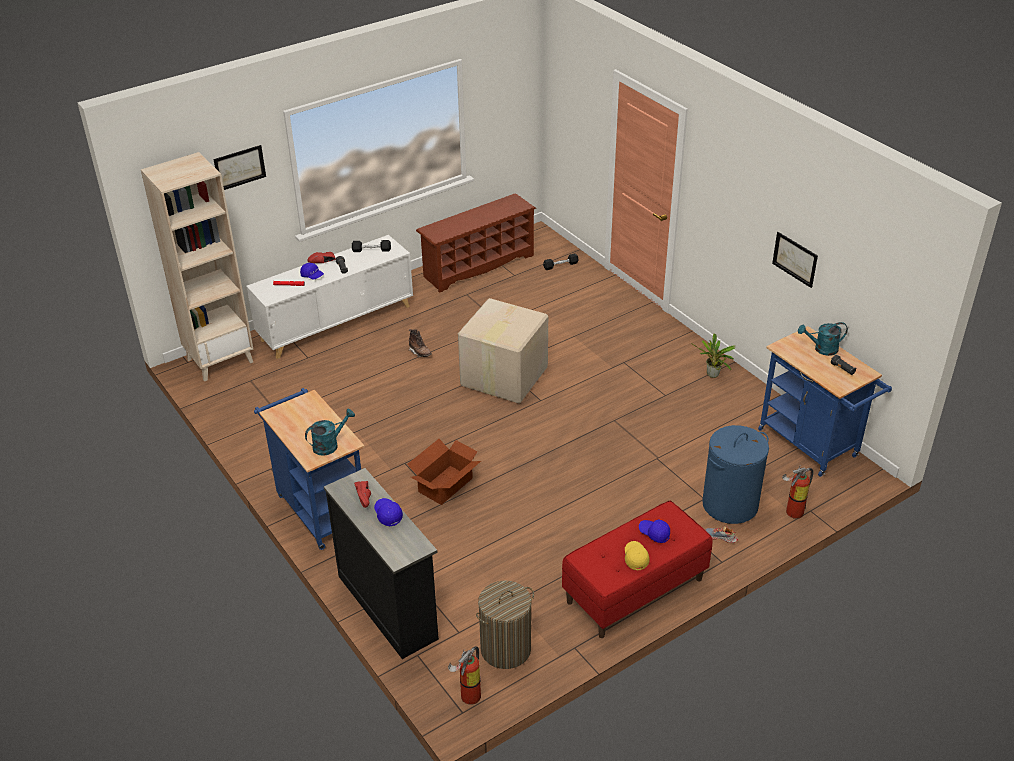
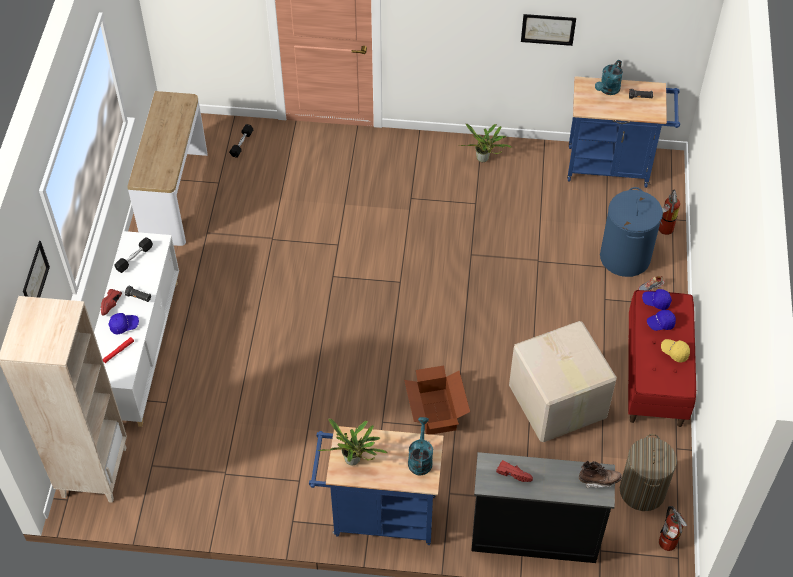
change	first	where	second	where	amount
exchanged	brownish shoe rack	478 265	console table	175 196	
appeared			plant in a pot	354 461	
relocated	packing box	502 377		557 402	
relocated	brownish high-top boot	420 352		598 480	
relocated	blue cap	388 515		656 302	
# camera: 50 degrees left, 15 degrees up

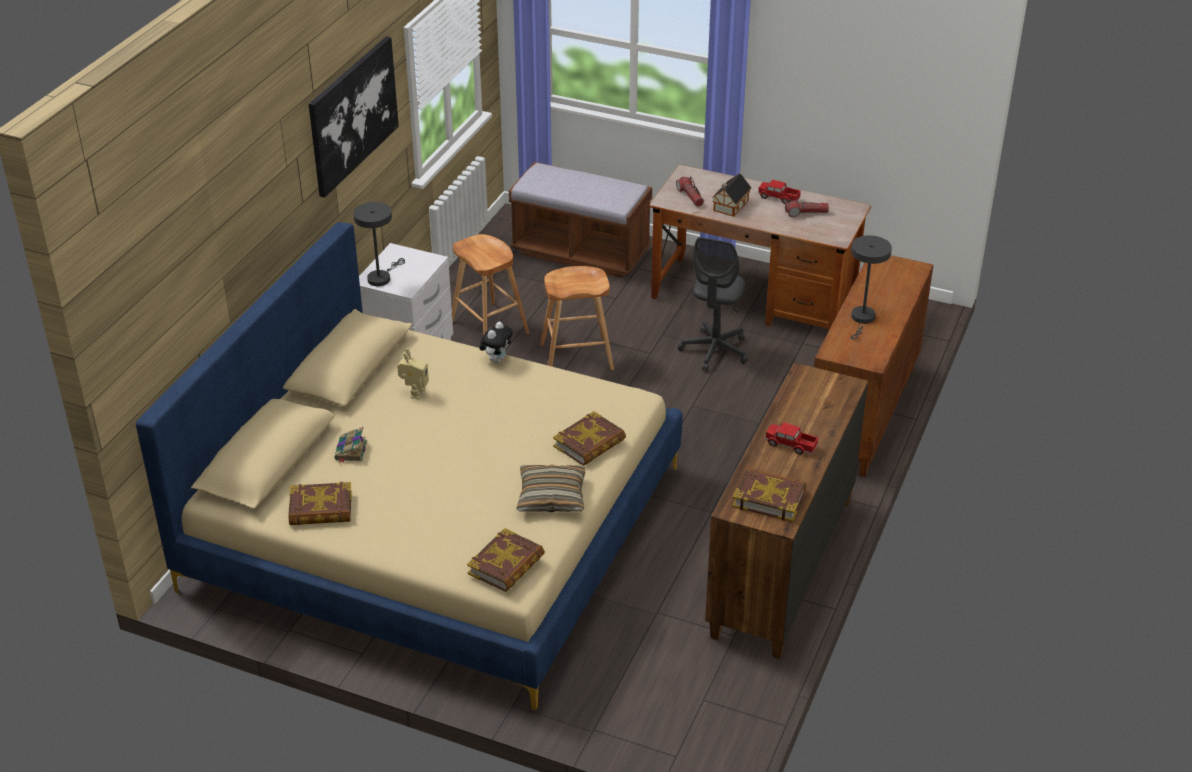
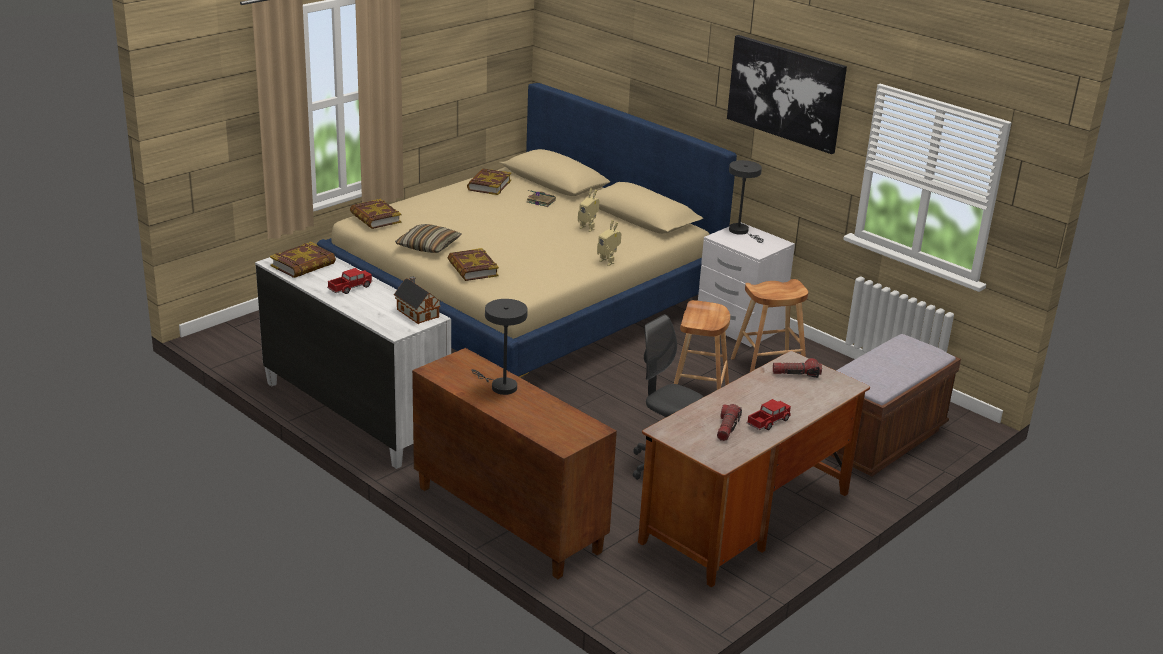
change	first	where	second	where	amount
colour	brownish chest of drawers	781 567	white-coloured chest of drawers	354 412	
relocated	miniature house	729 206		417 312	
exchanged	soft toy	497 359	toy robot	608 261	
# camera: 110 degrees right, 10 degrees down

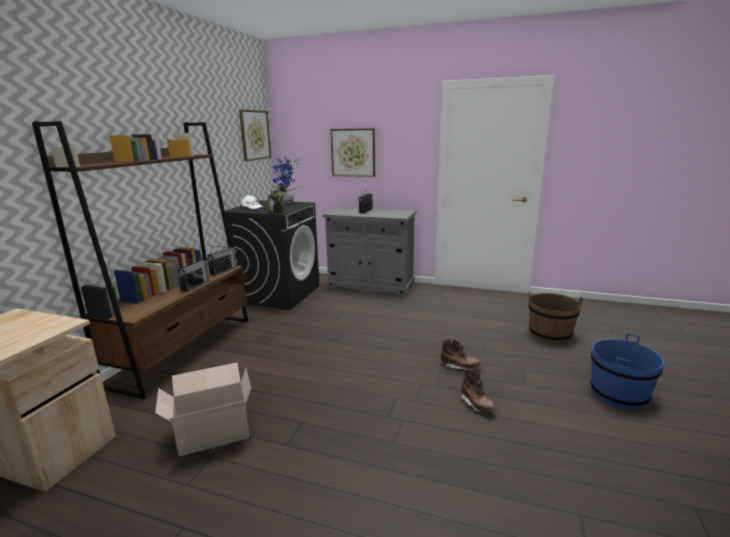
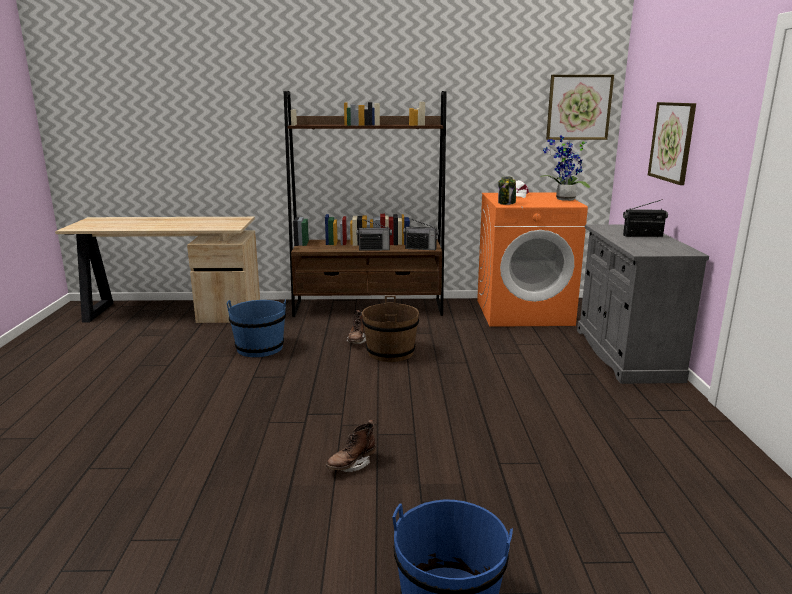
change	first	where	second	where	amount
exchanged	packing box	211 433	blue water bucket	260 348	
relocated	brownish high-top boot	459 367		356 341	
relocated	brownish water bucket	550 334		390 352	
colour	black laundry machine	278 294	orange-coloured laundry machine	524 312	
# camera: 70 degrees right, 0 degrees up

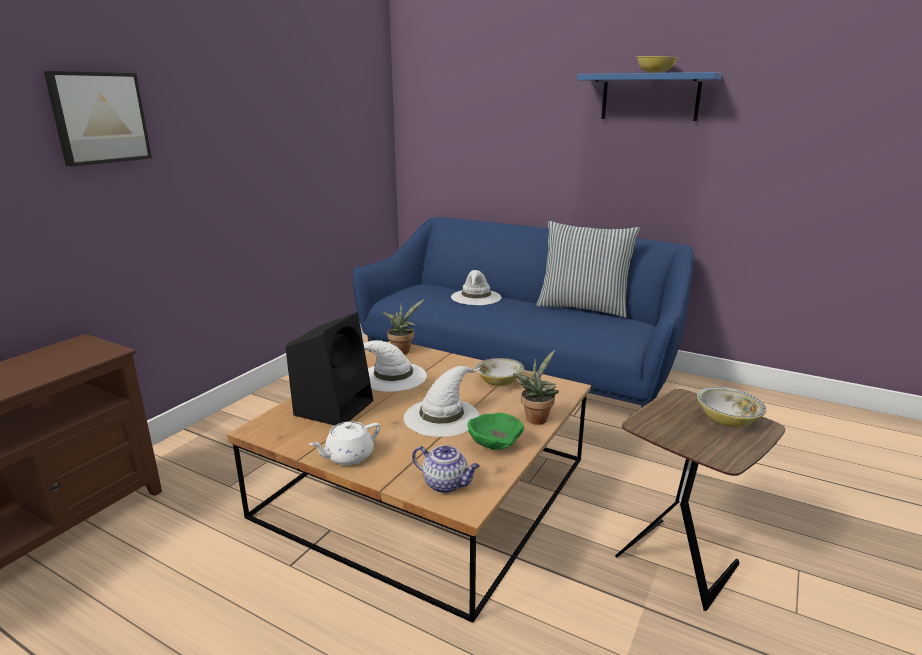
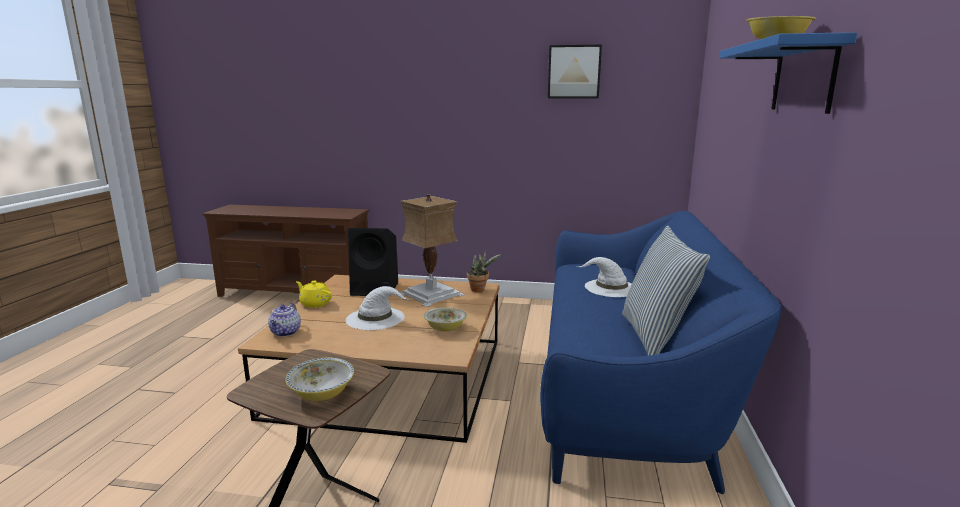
change	first	where	second	where	amount
colour	white-coloured tea pot	348 456	yellowish tea pot	315 303	
exchanged	white-coloured clothing hat	392 377	tabletop lamp	430 294	
relocated	wall art	99 118		574 72	
missing	green-coloured serving bowl	494 445			
missing	plant in a pot	536 417			
# camera: 70 degrees right, 5 degrees down

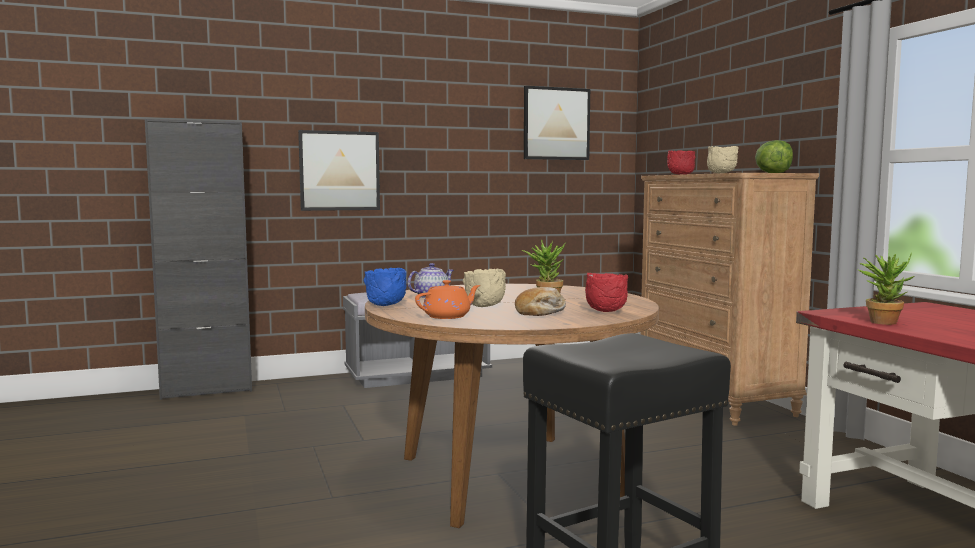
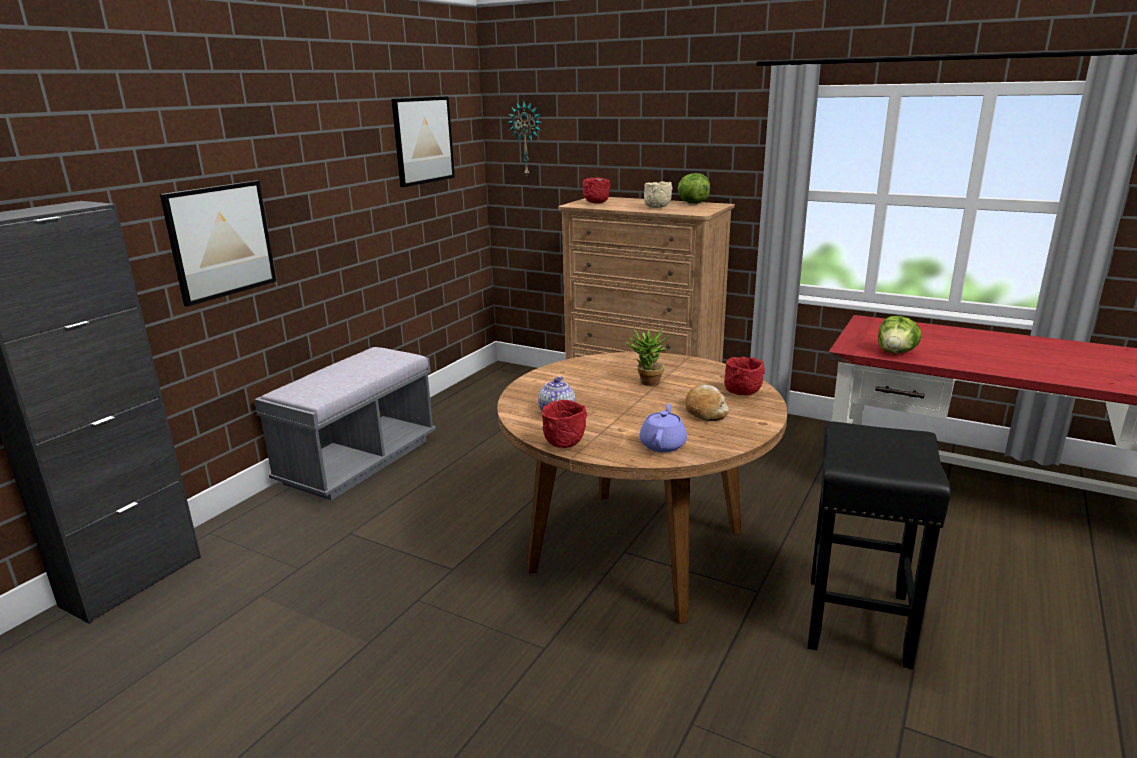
change	first	where	second	where	amount
appeared			clock on the wall	527 139	
colour	blue serving bowl	387 305	red serving bowl	565 444	
colour	orange-coloured tea pot	448 316	purplish tea pot	663 444	
exchanged	plant in a pot	883 321	lettuce head	896 352	
missing	sand-coloured serving bowl	485 307			
# camera: 40 degrees left, 15 degrees up

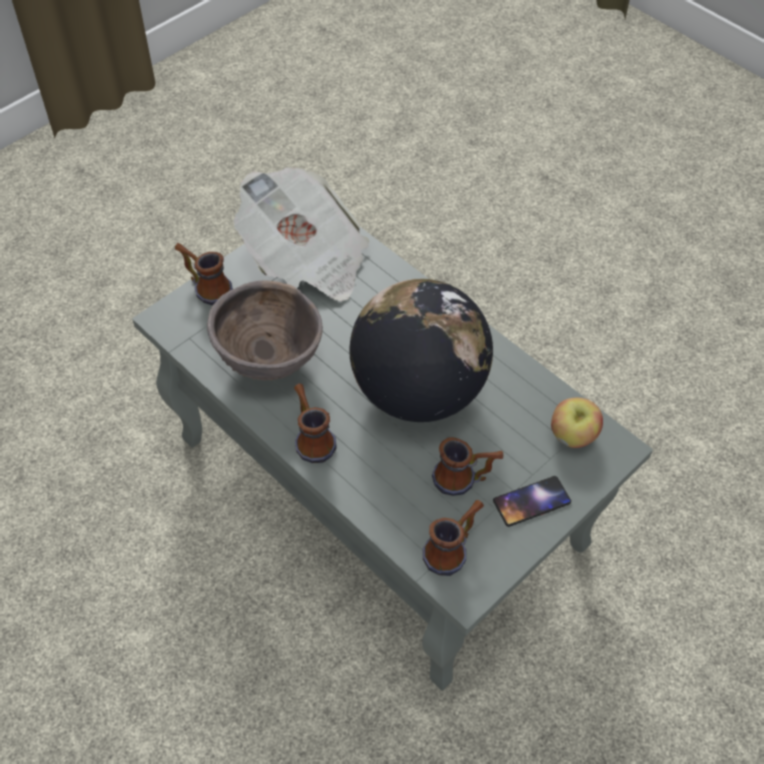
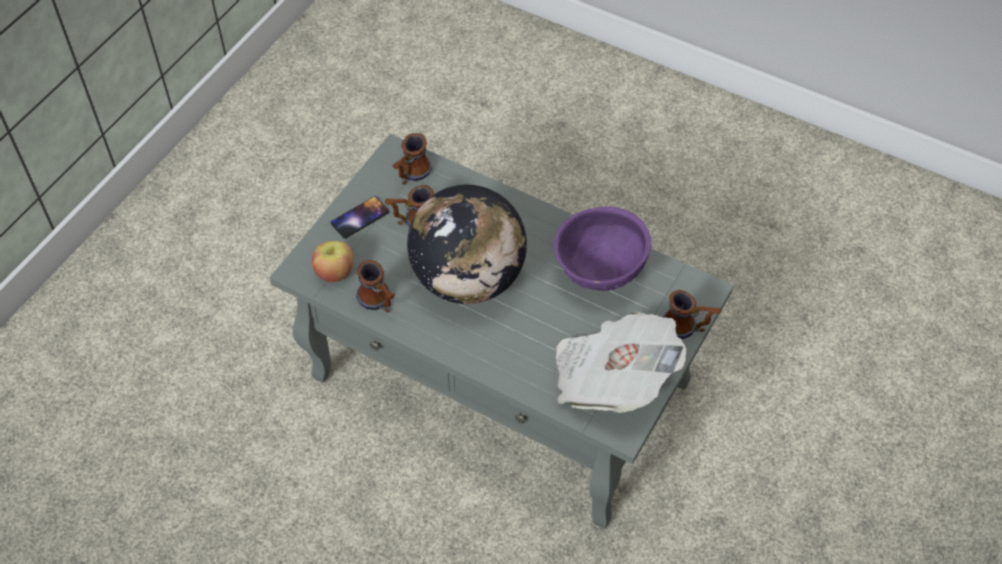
change	first	where	second	where	amount
relocated	mug	311 437		379 303	
colour	brownish serving bowl	269 361	purplish serving bowl	599 275	
# camera: 165 degrees right, 0 degrees up

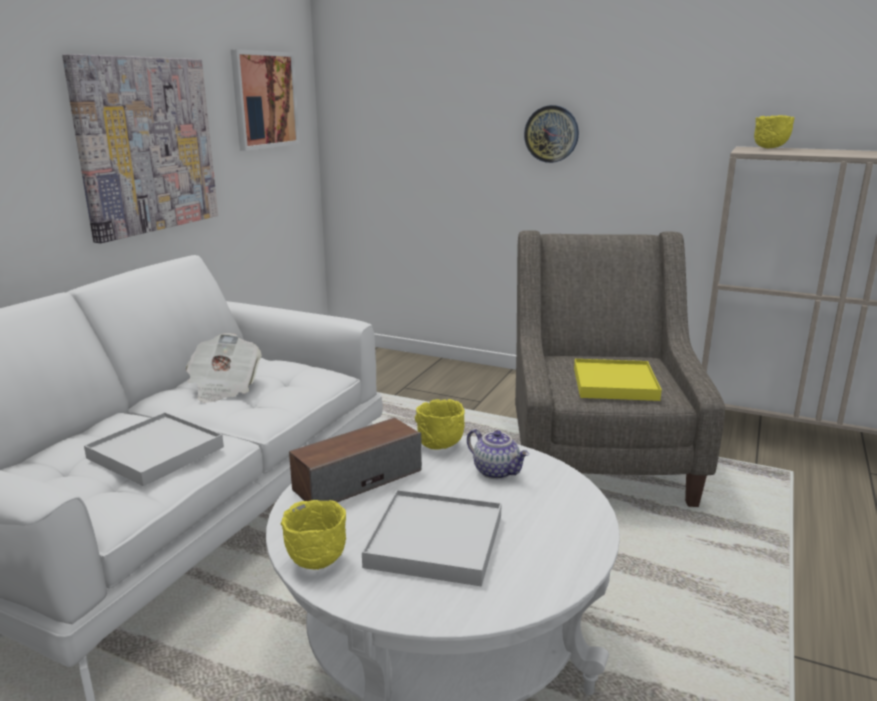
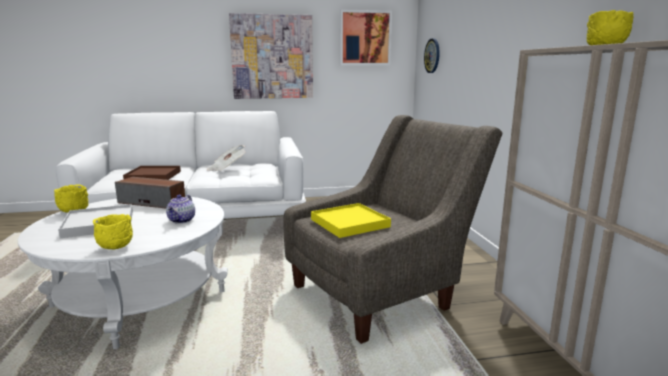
change	first	where	second	where	amount
relocated	yellowish serving bowl	441 446		115 248	
colour	white-coloured tray	156 452	brownish tray	153 176	
relocated	clock on the wall	551 134		432 56	
# camera: 55 degrees right, 5 degrees down

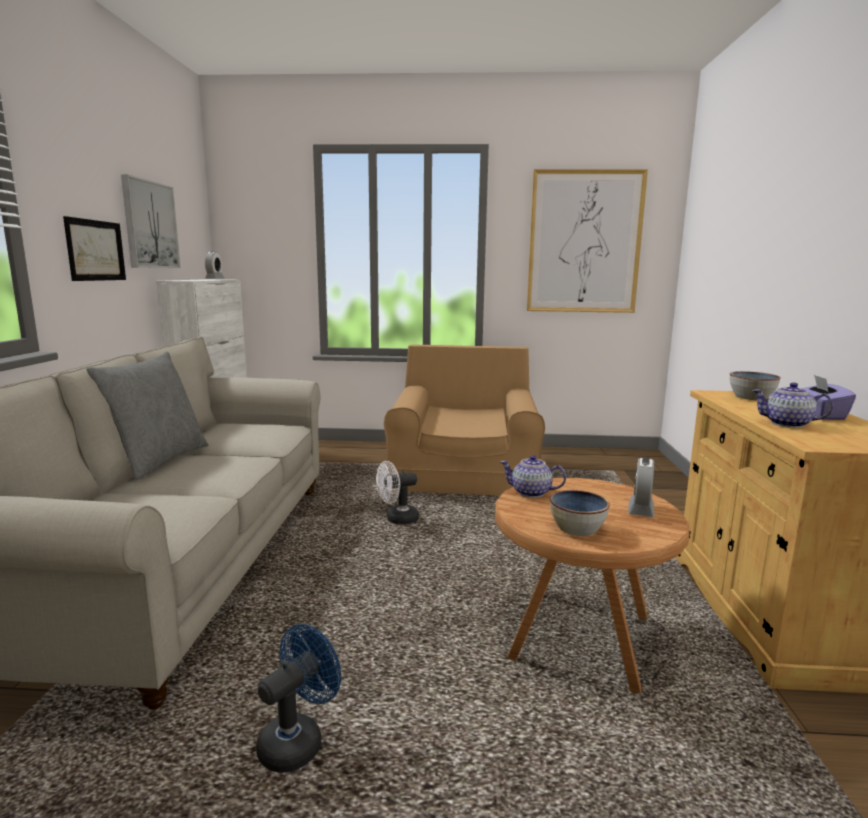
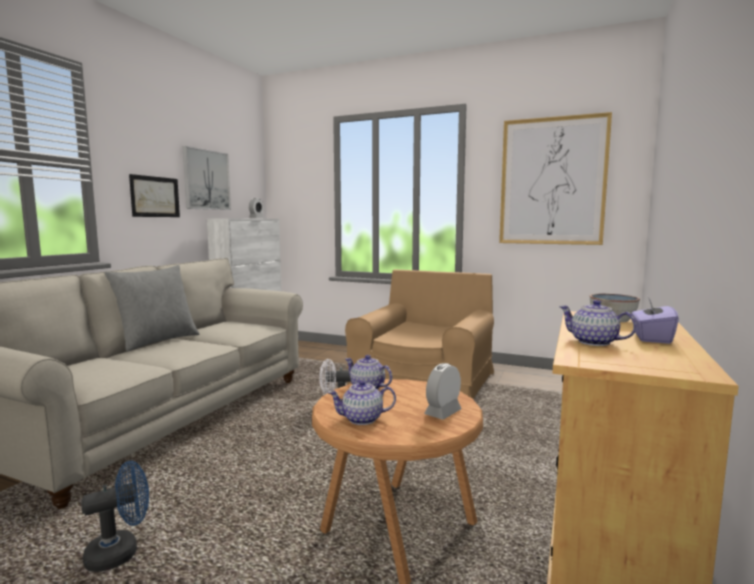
change	first	where	second	where	amount
exchanged	serving bowl	577 528	tea pot	362 419	
# camera: 20 degrees right, 5 degrees down

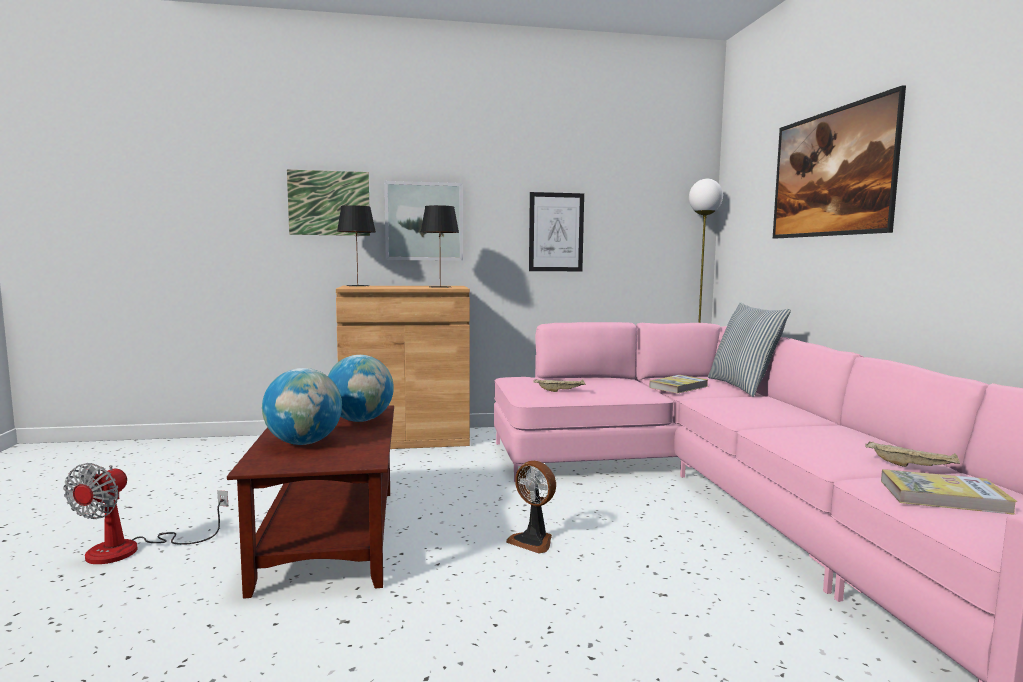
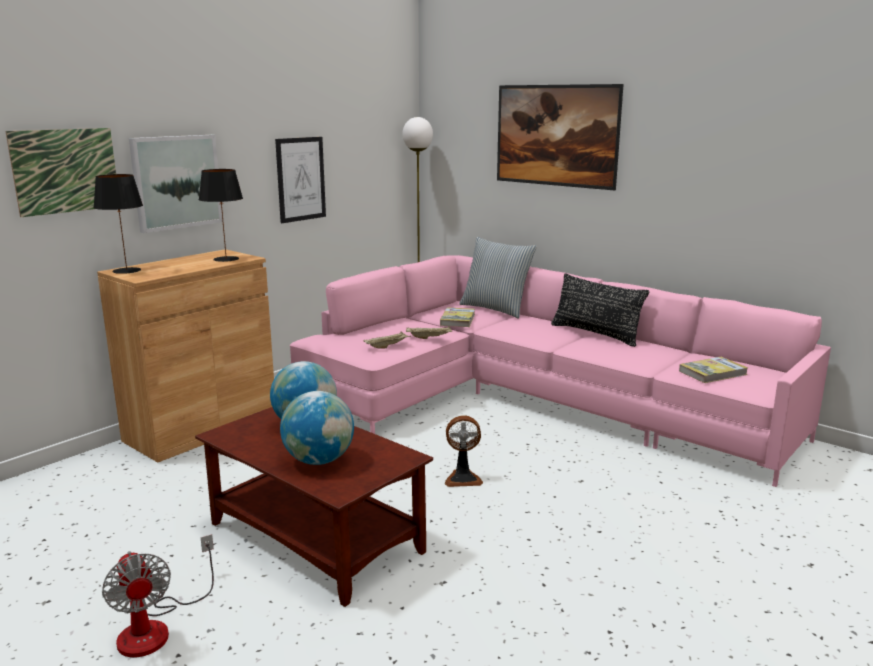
change	first	where	second	where	amount
relocated	sand-coloured tray	912 466		429 338	
appeared			black throw pillow	595 334	
# camera: 40 degrees left, 10 degrees up

